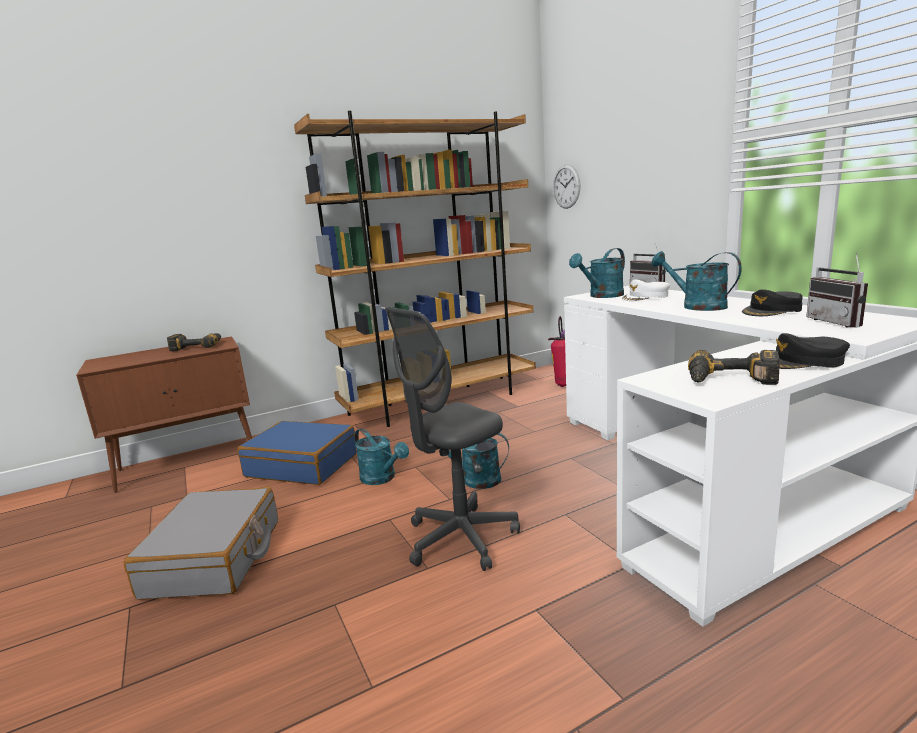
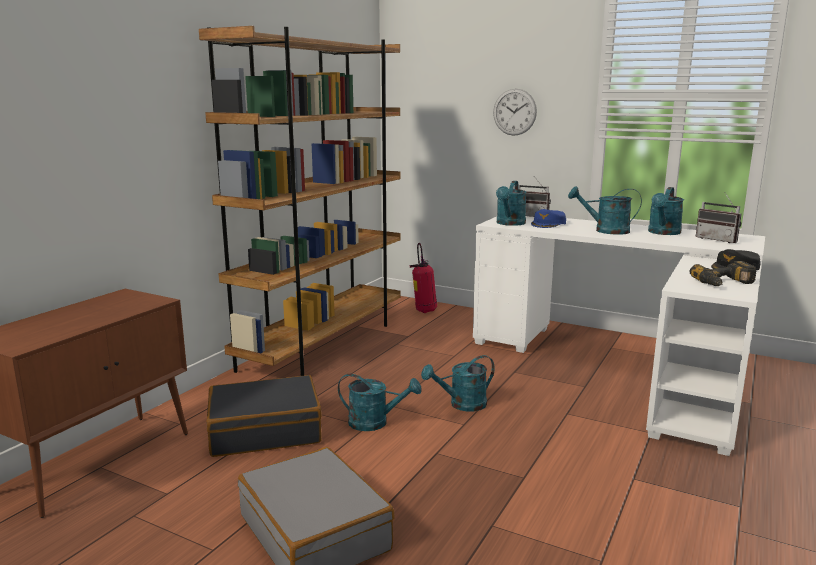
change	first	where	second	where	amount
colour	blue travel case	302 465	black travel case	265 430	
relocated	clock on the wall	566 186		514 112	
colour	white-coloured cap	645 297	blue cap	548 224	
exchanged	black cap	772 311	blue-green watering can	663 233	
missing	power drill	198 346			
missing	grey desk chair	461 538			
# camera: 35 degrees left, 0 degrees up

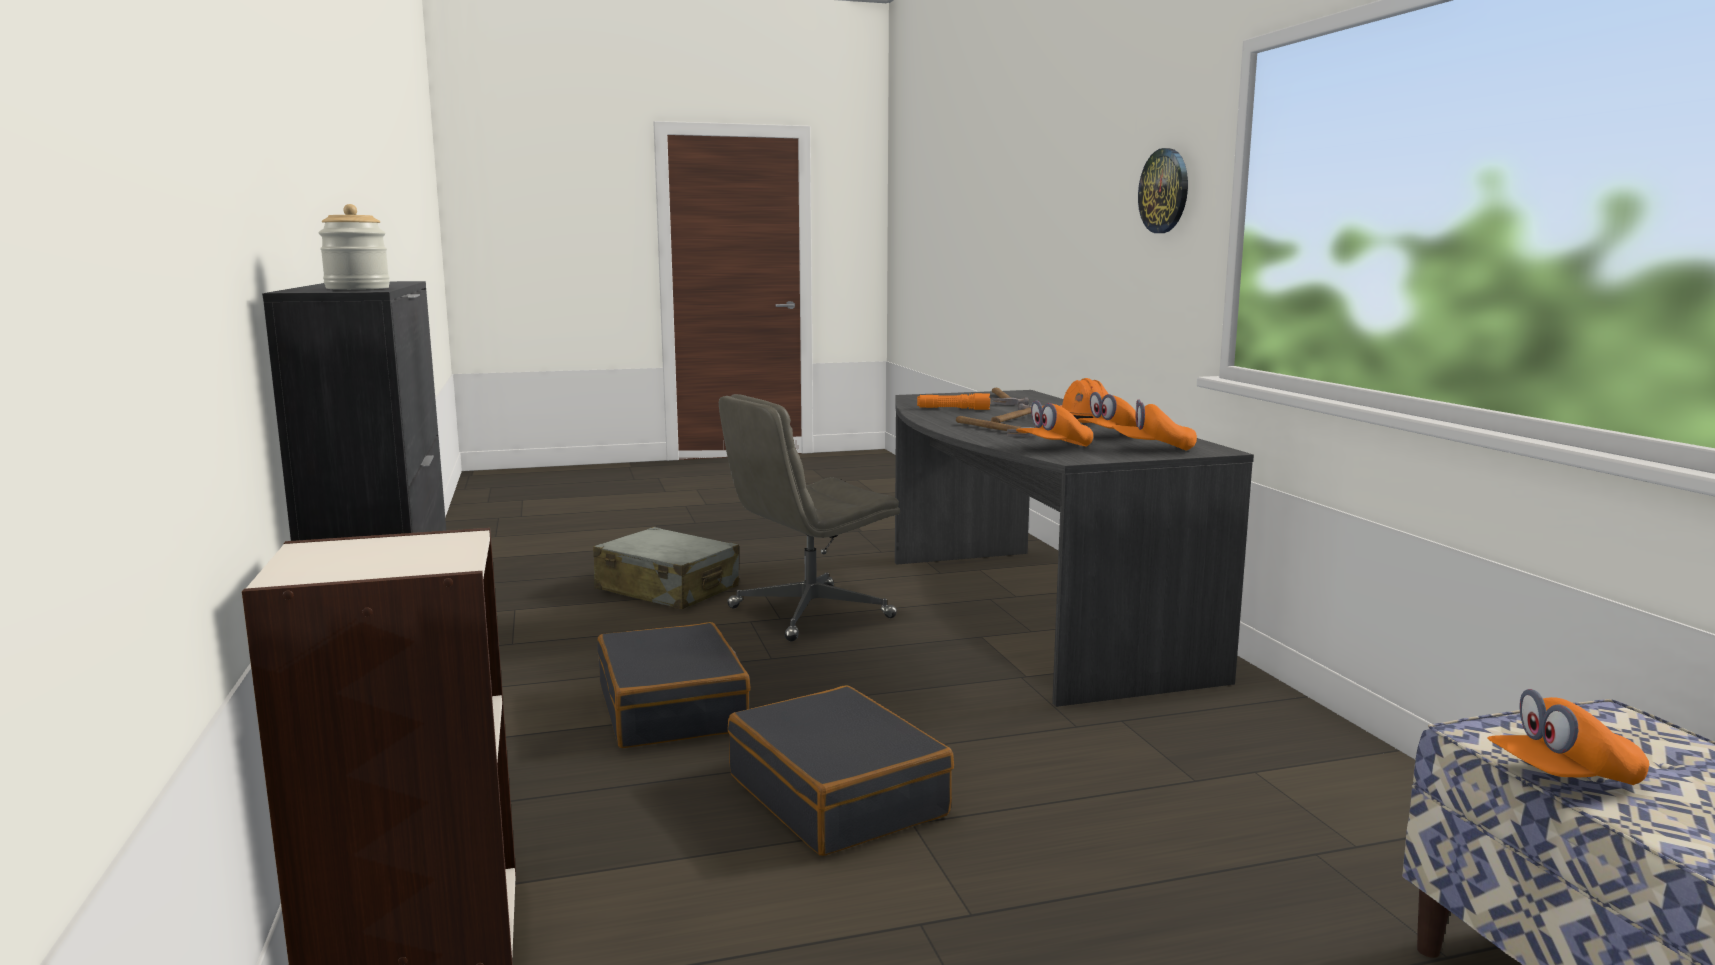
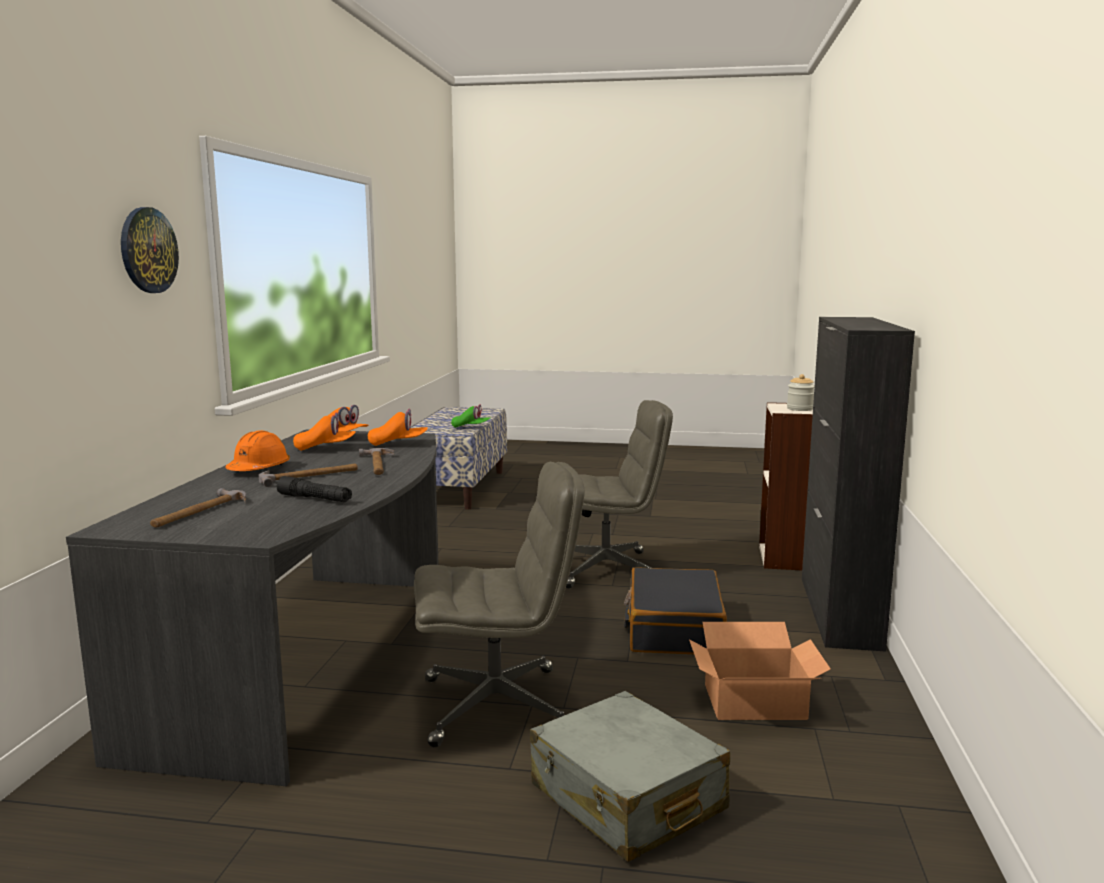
change	first	where	second	where	amount
colour	orange-coloured hand torch	953 409	black hand torch	314 499	
colour	orange-coloured cap	1562 778	green-coloured cap	471 427	
exchanged	black travel case	838 795	grey desk chair	607 569	
appeared			packing box	756 702	
relocated	storage jar	357 288		800 409	
# camera: 155 degrees left, 0 degrees up

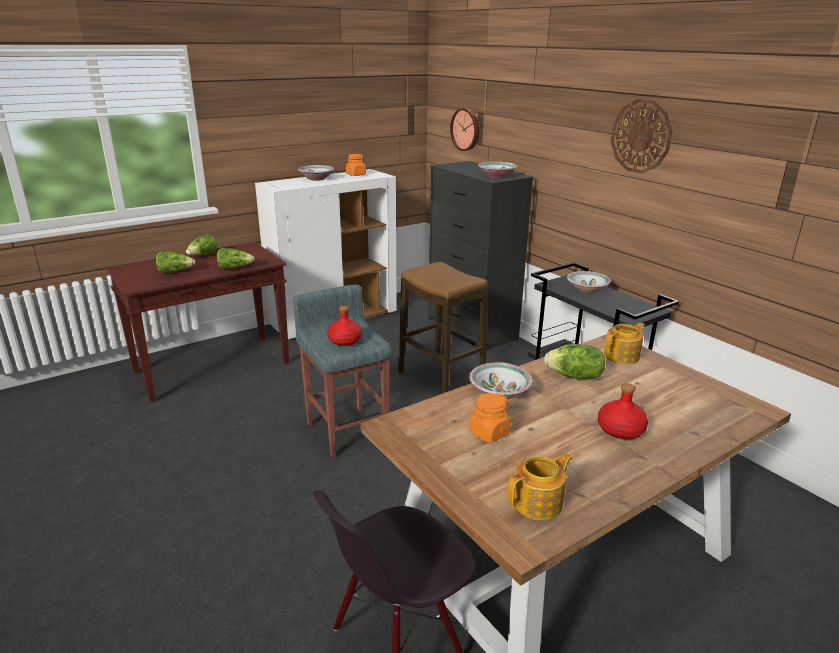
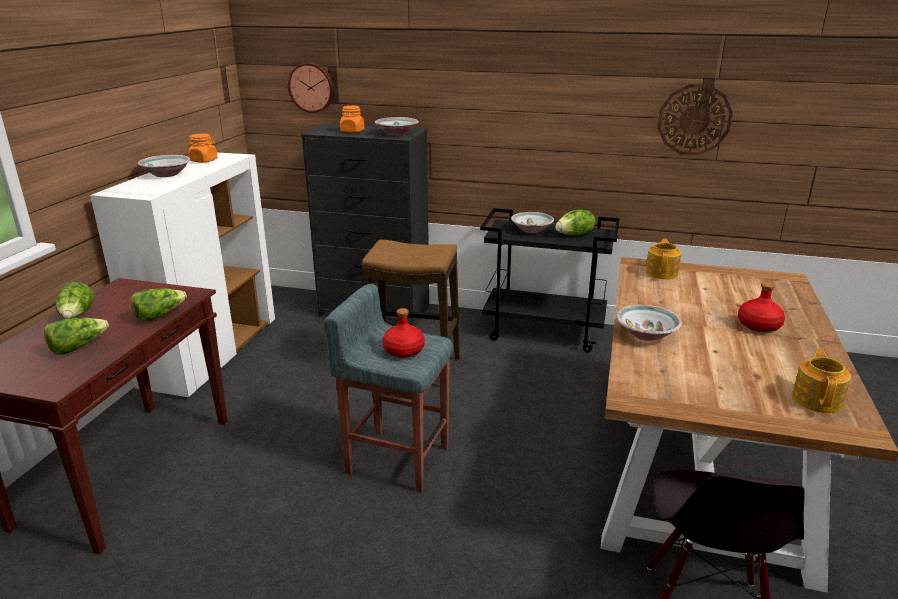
change	first	where	second	where	amount
relocated	orange-coloured storage jar	488 433		352 131	
relocated	lettuce head	574 376		575 235	
relocated	clock on the wall	641 136		694 119	
# camera: 40 degrees left, 0 degrees up

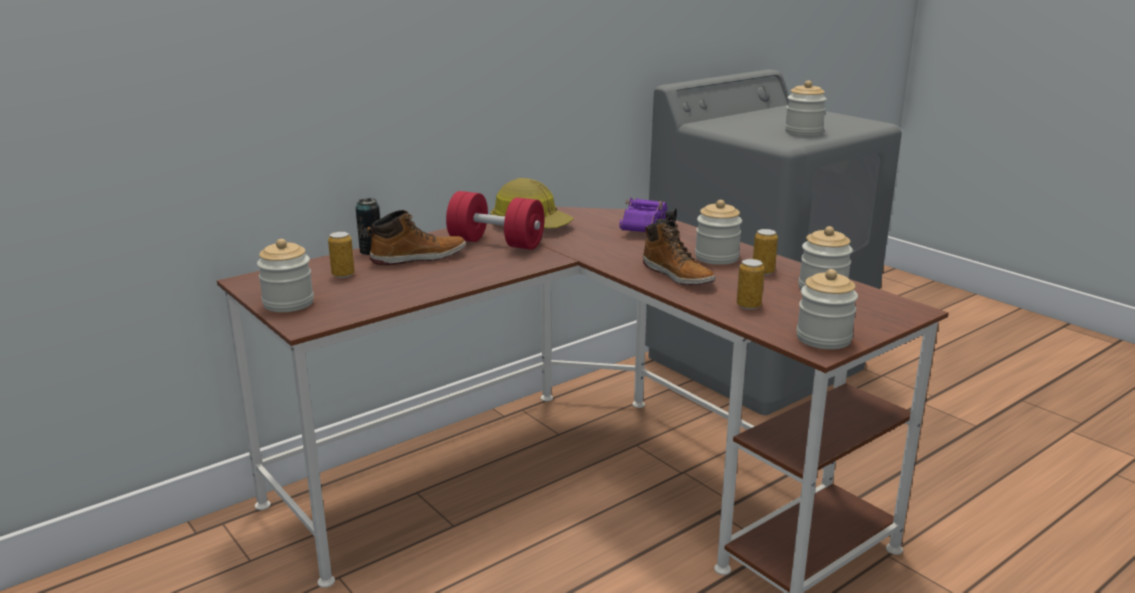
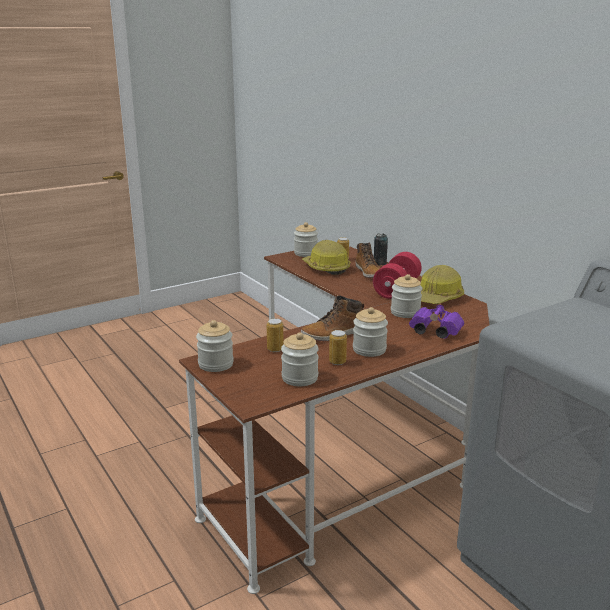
change	first	where	second	where	amount
appeared			safety helmet	326 268	
relocated	storage jar	803 132		405 312	
# camera: 95 degrees right, 0 degrees up

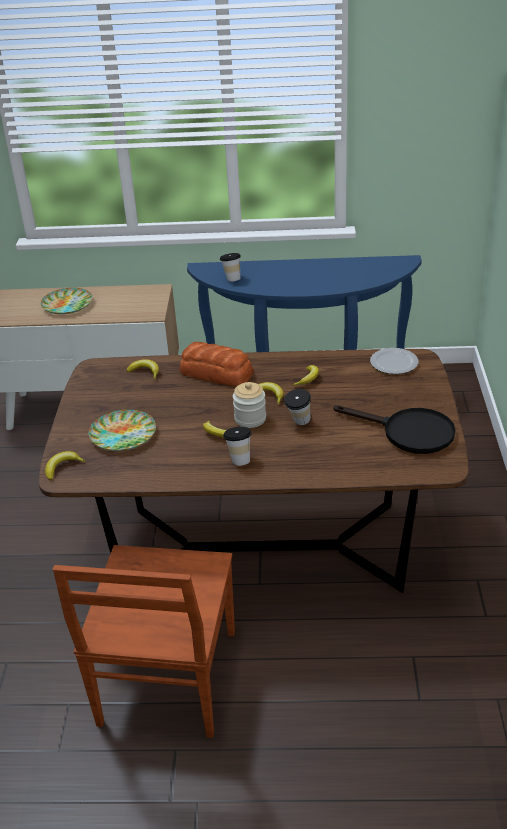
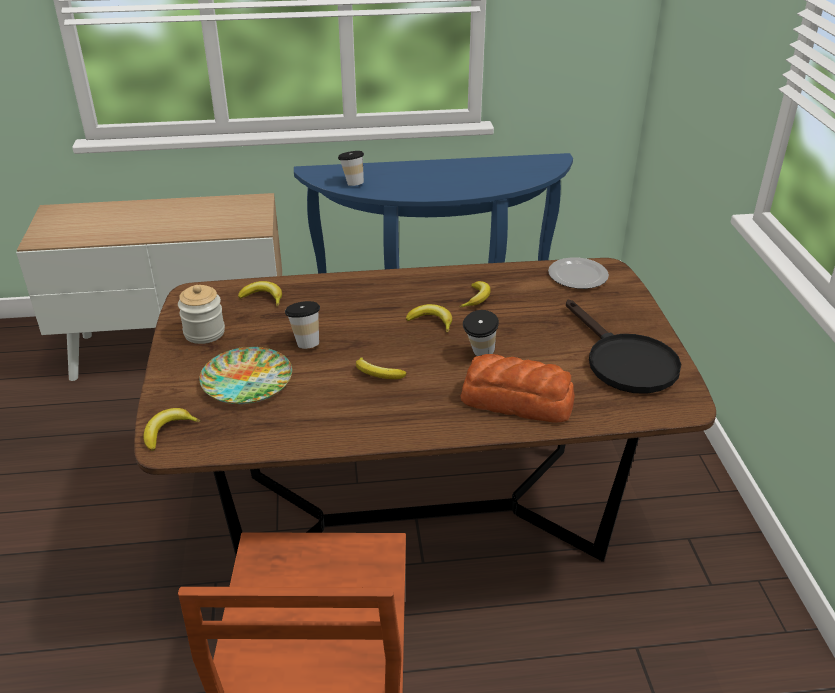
change	first	where	second	where	amount
relocated	storage jar	250 419		204 333	
relocated	small cup	239 459		305 342	
relocated	baked bread	217 373		518 401	
spun	black pan	408 432		623 361	45 degrees clockwise
missing	plate	68 304			
# camera: 10 degrees left, 0 degrees up

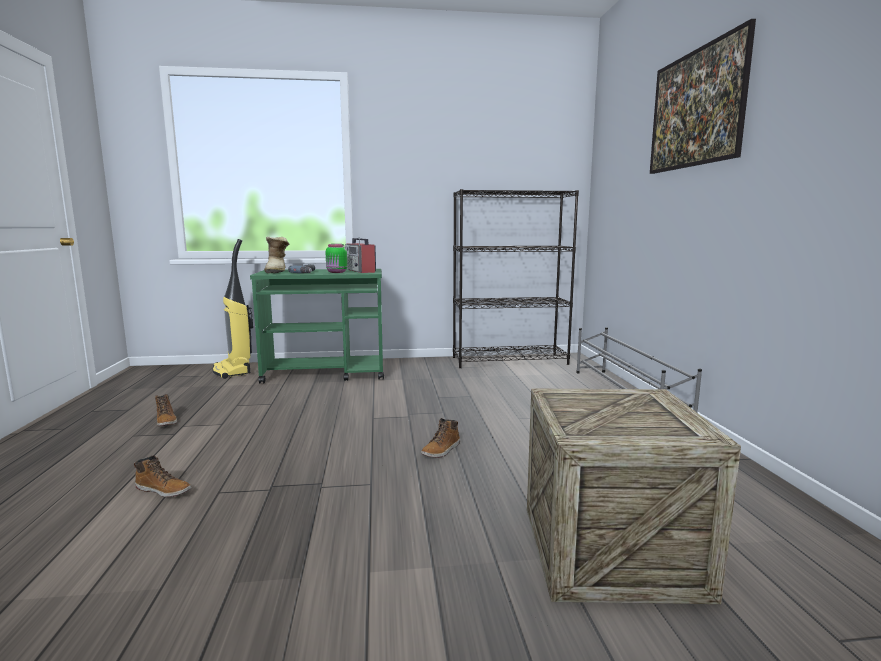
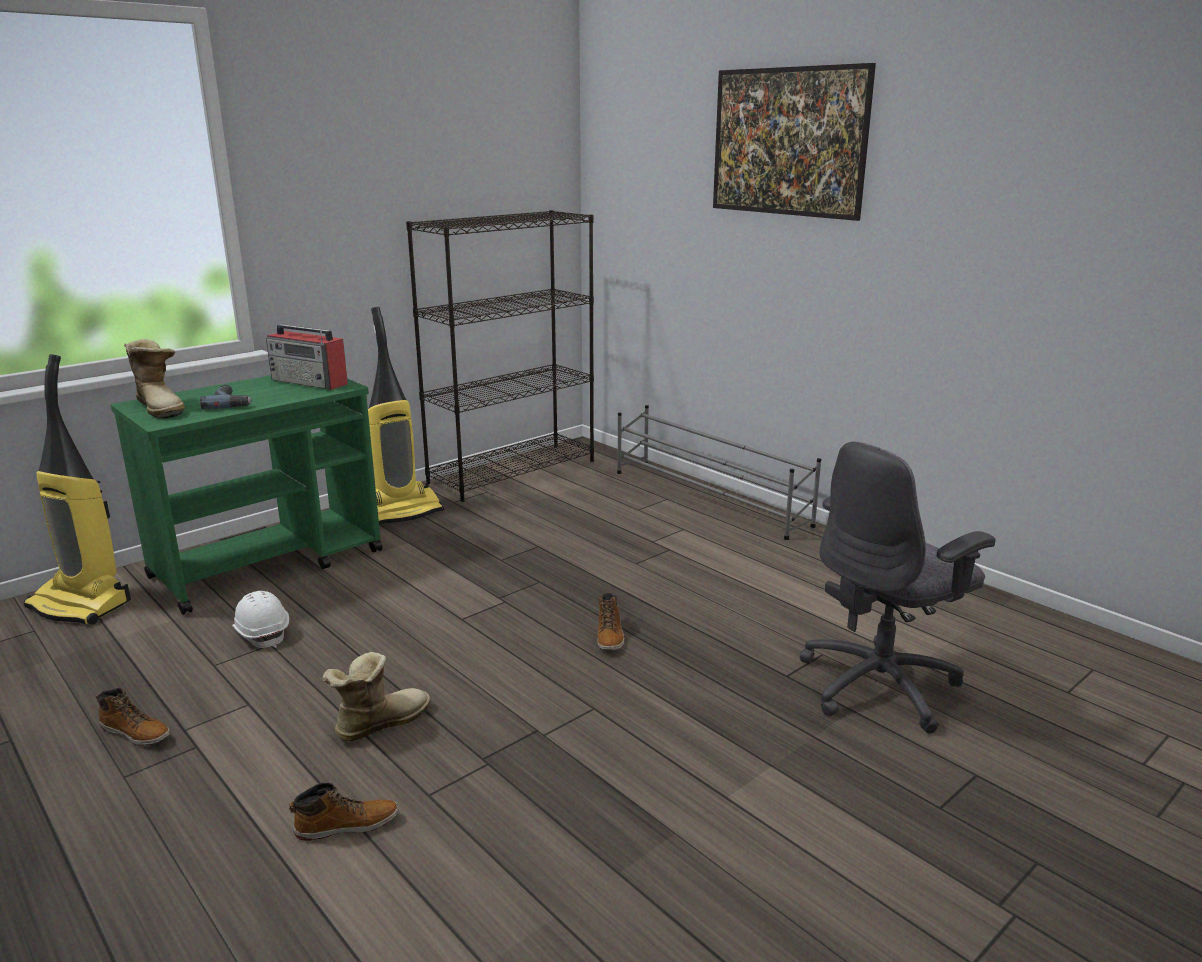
change	first	where	second	where	amount
appeared			white-coloured safety helmet	262 633	
appeared			high-top boot	378 723	
appeared			hoover	402 511	
exchanged	packing crate	610 550	grey desk chair	881 685	
missing	green-coloured storage jar	337 272			
# camera: 35 degrees left, 10 degrees up

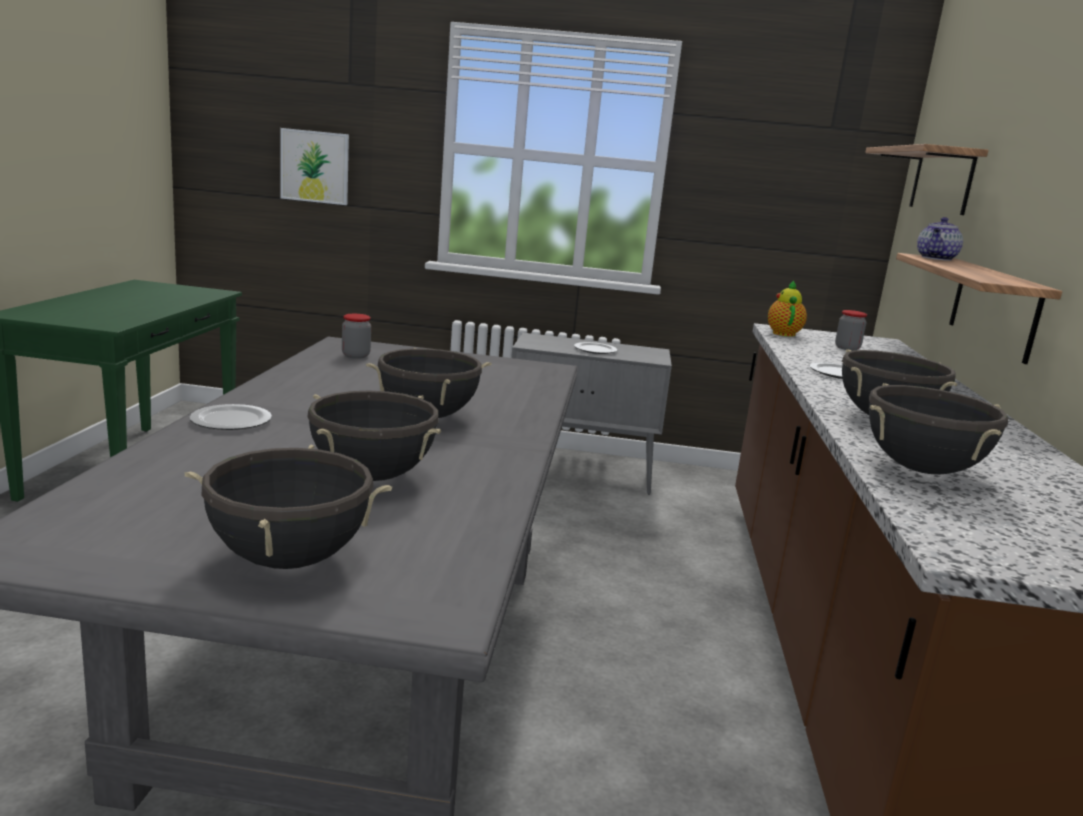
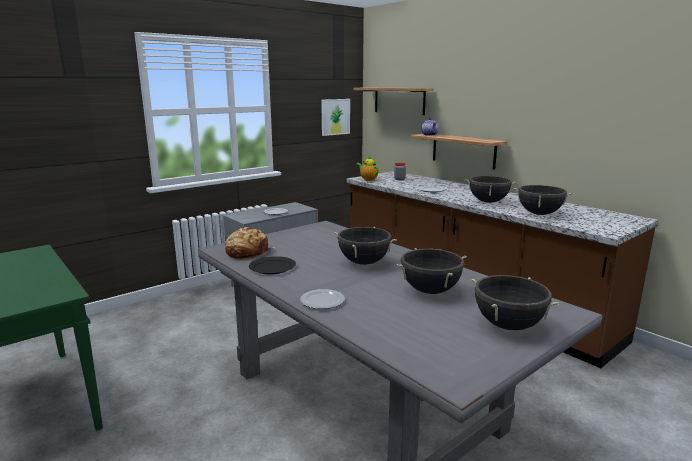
change	first	where	second	where	amount
exchanged	storage jar	355 356	baked bread	247 252	
appeared			black plate	272 267	
relocated	wall art	315 166		335 117	
# camera: 45 degrees left, 0 degrees up

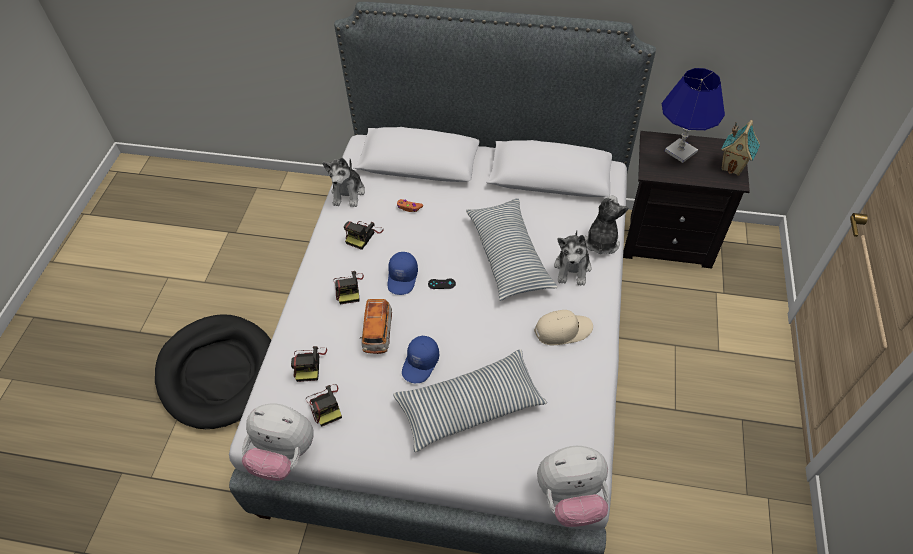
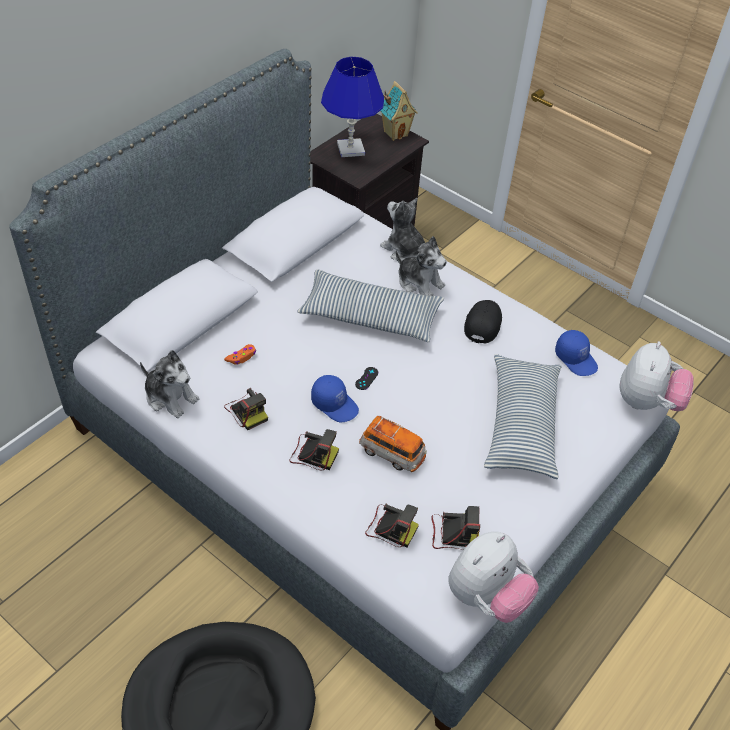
change	first	where	second	where	amount
colour	sand-coloured cap	563 330	black cap	483 323	
relocated	blue cap	421 364		576 359	
# camera: 65 degrees left, 5 degrees down

